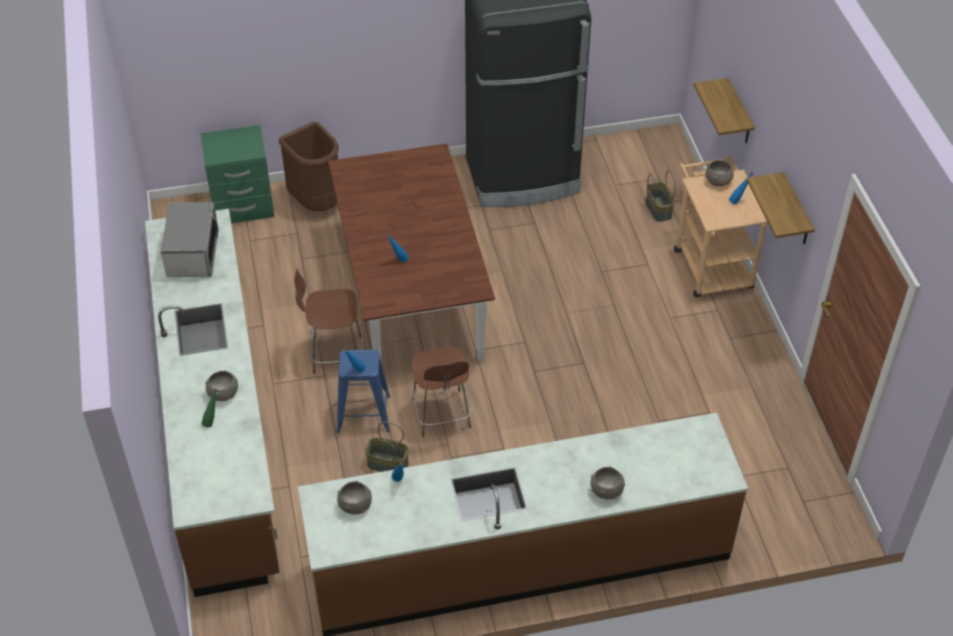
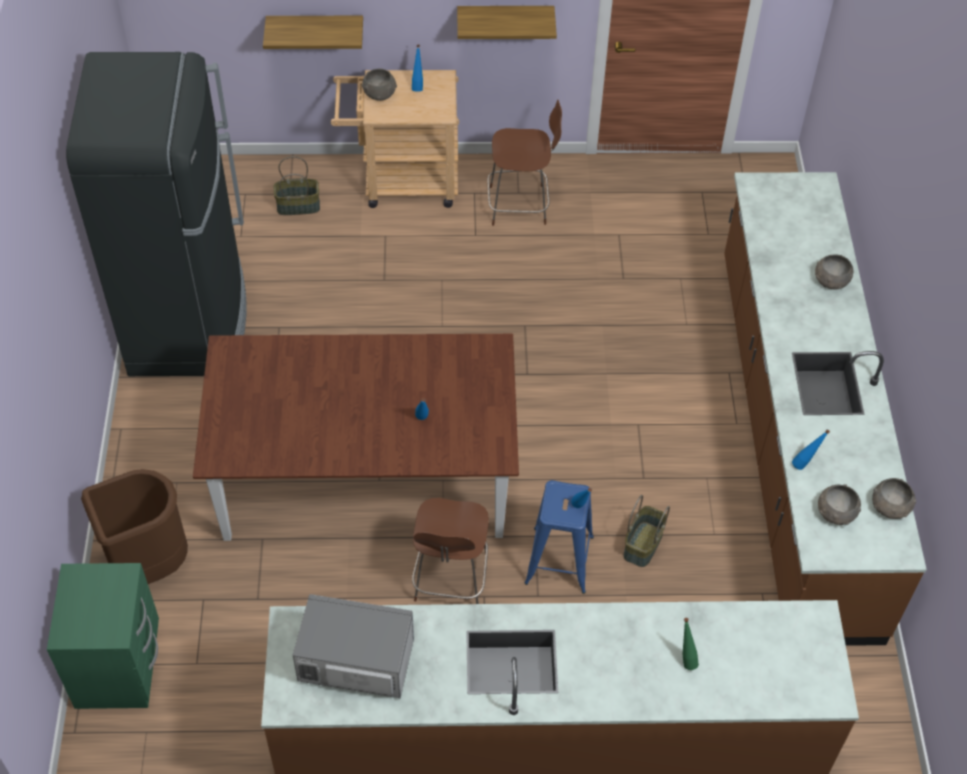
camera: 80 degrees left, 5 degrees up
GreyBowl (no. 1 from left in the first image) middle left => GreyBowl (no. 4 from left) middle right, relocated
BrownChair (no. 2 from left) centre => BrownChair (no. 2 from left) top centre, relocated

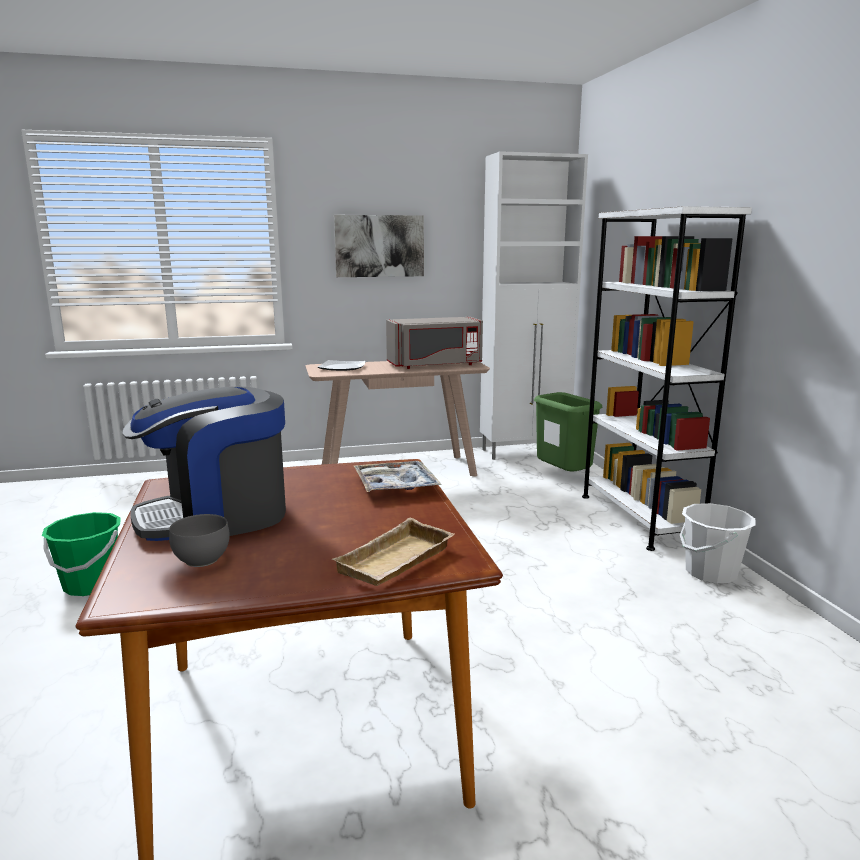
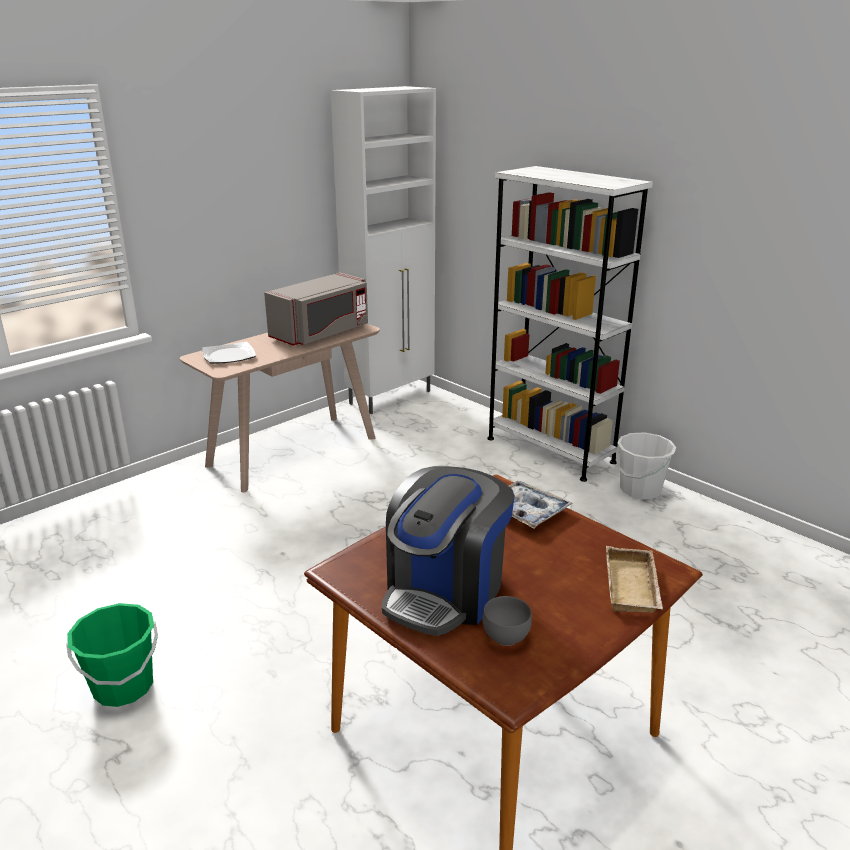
camera: 30 degrees left, 10 degrees up
Picture top centre => nothing
GreenTrashCan centre => nothing

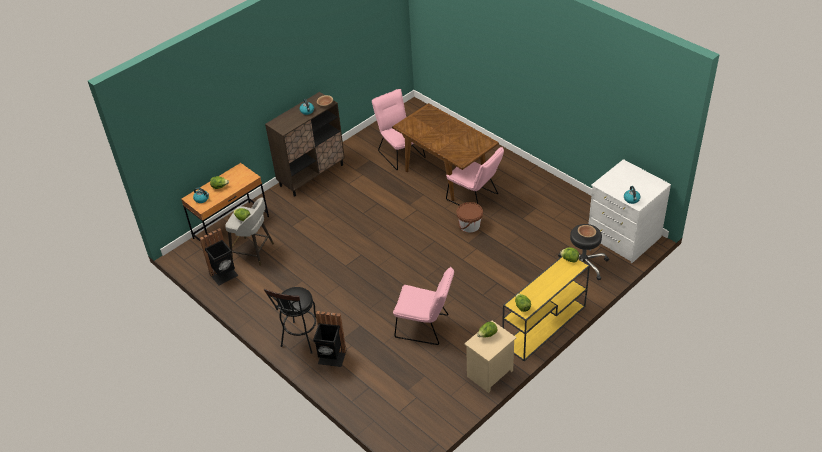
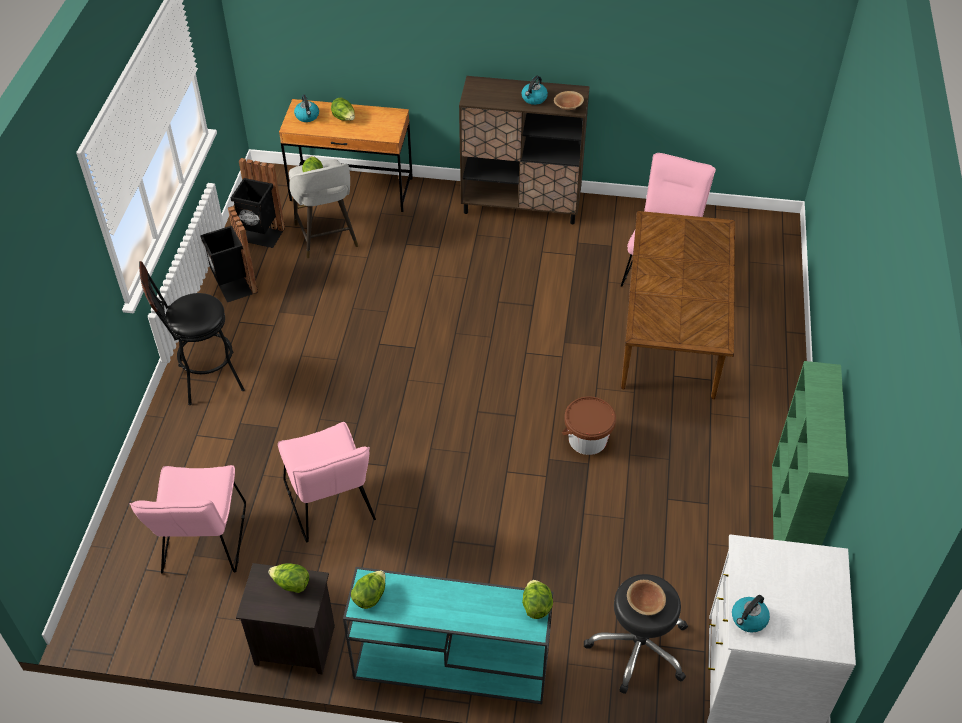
camera: 50 degrees right, 5 degrees up
BlackTrashCan (no. 2 from left in the first image) bottom centre => BlackTrashCan (no. 1 from left) middle left, relocated
PinkChair (no. 3 from left in the first image) centre => PinkChair (no. 1 from left) bottom left, relocated
BeigeNightstand bottom centre => BlackNightstand bottom left
YellowConsoleTable bottom centre => TurquoiseConsoleTable bottom centre
nothing => GreenBookcase middle right

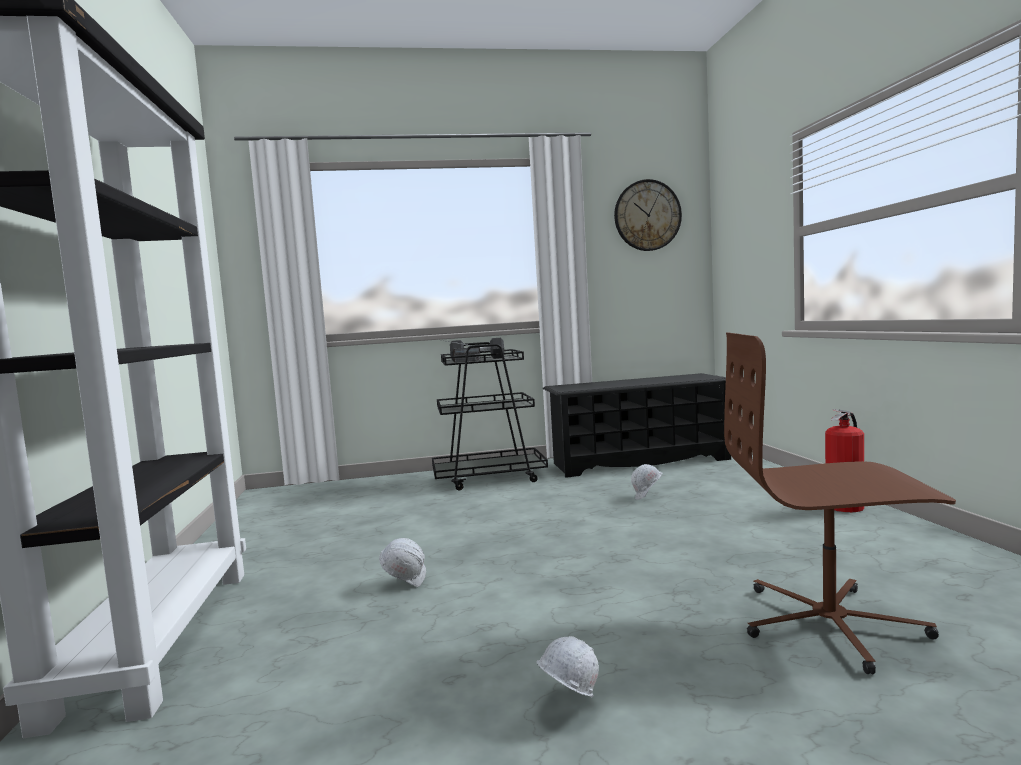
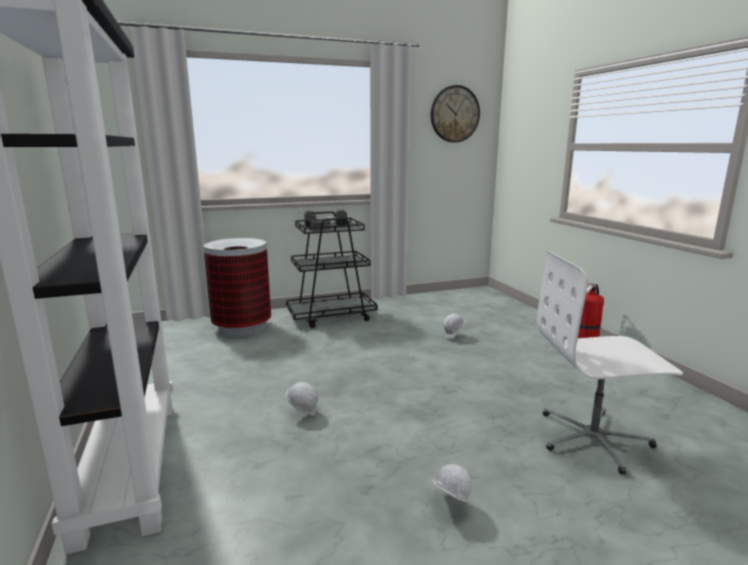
camera: 10 degrees left, 10 degrees up
BlackShoeRack centre => nothing
BrownOfficeChair middle right => WhiteOfficeChair middle right
nothing => TrashCan middle left

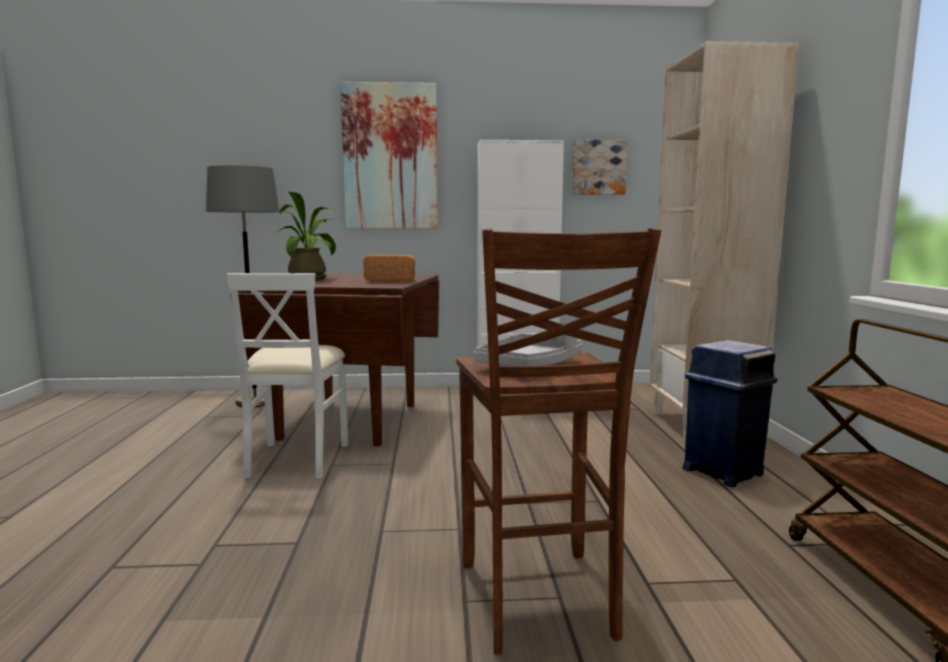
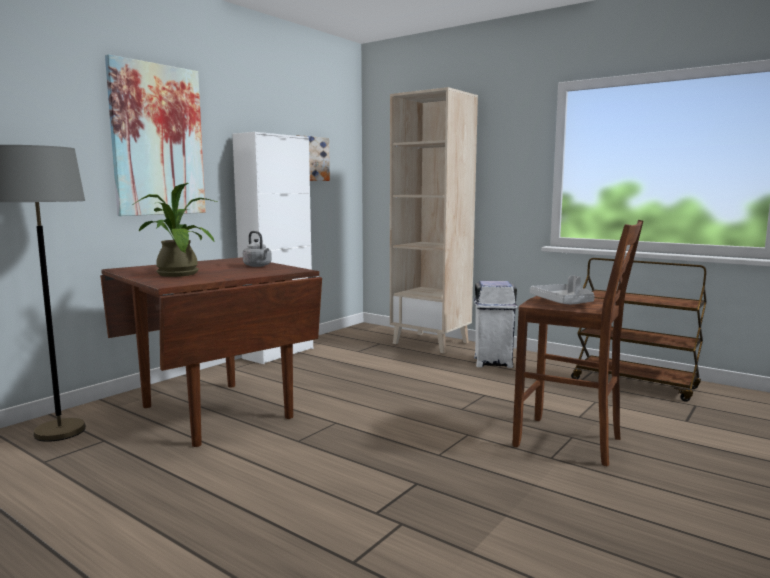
camera: 50 degrees left, 0 degrees up
WhiteChair middle left => nothing
Bread centre => GreyKettle centre
BlueTrashCan middle right => WhiteTrashCan centre

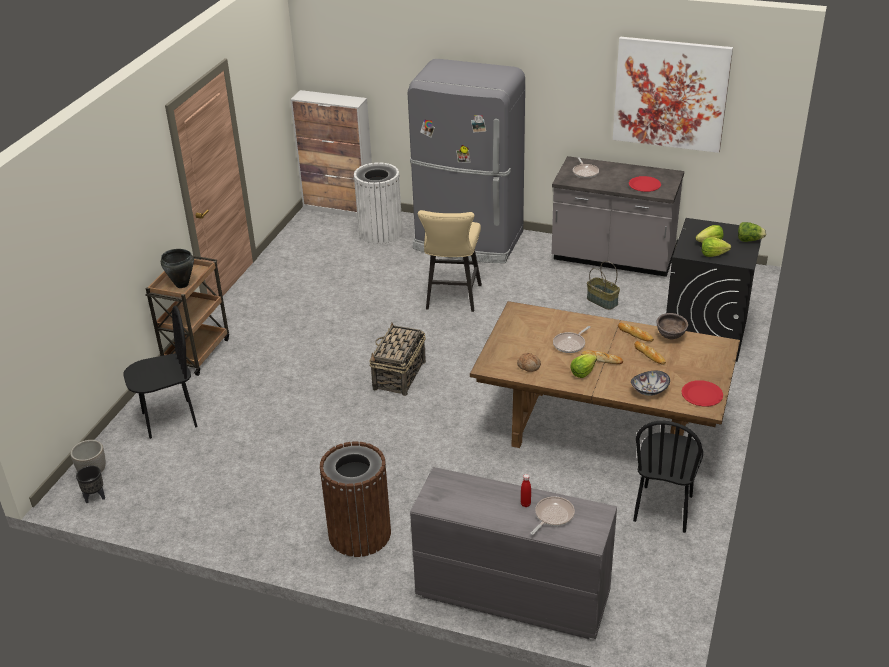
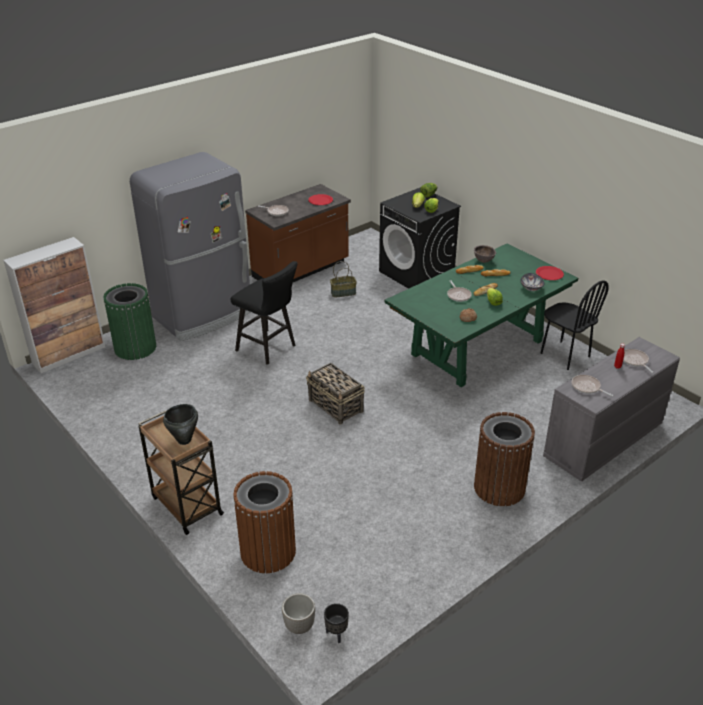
camera: 60 degrees left, 0 degrees up
BlackChair (no. 1 from left) middle left => BrownTrashCan (no. 1 from left) bottom centre
WhiteTrashCan top centre => GreenTrashCan middle left
BeigeStool centre => BlackStool centre
BrownDiningTable middle right => GreenDiningTable middle right
GreyCounter top right => BrownCounter top centre
Picture top right => nothing
nothing => FryingPan (no. 3 from left) middle right

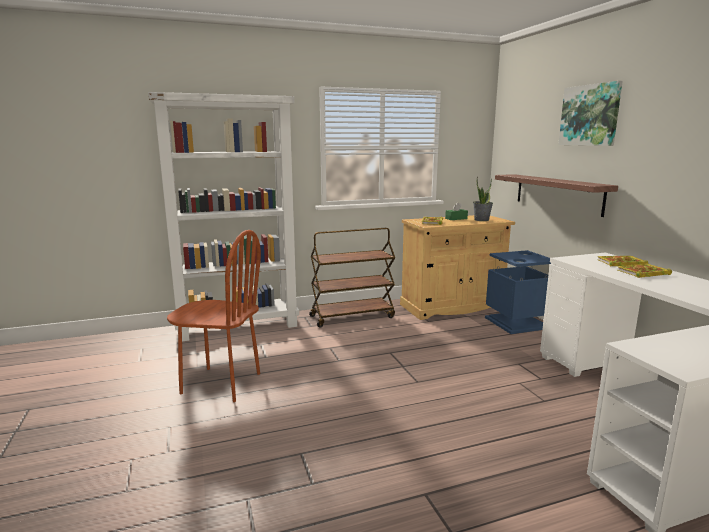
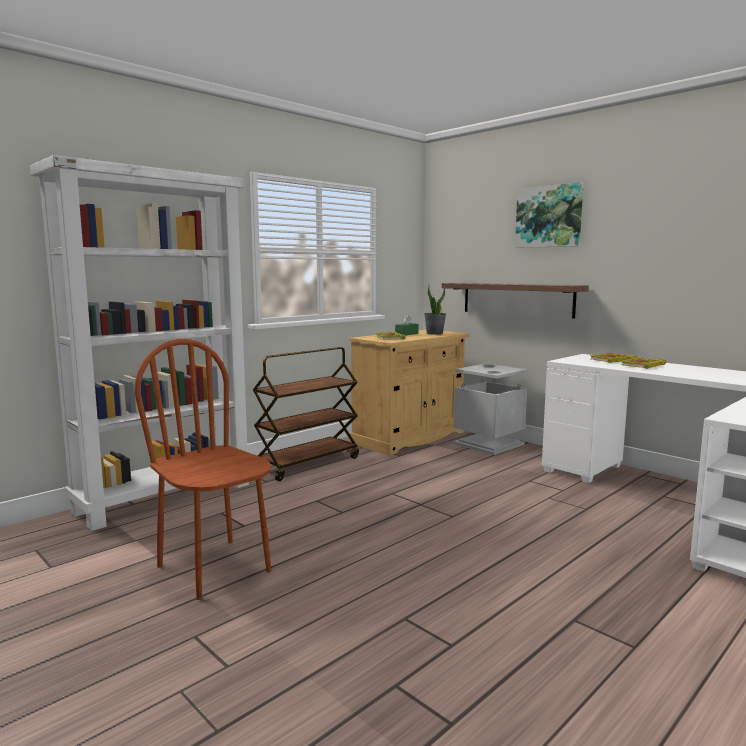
camera: 25 degrees left, 5 degrees down
BrownChair middle left, 120 degrees counterclockwise
BlueTrashCan middle right => GreyTrashCan centre

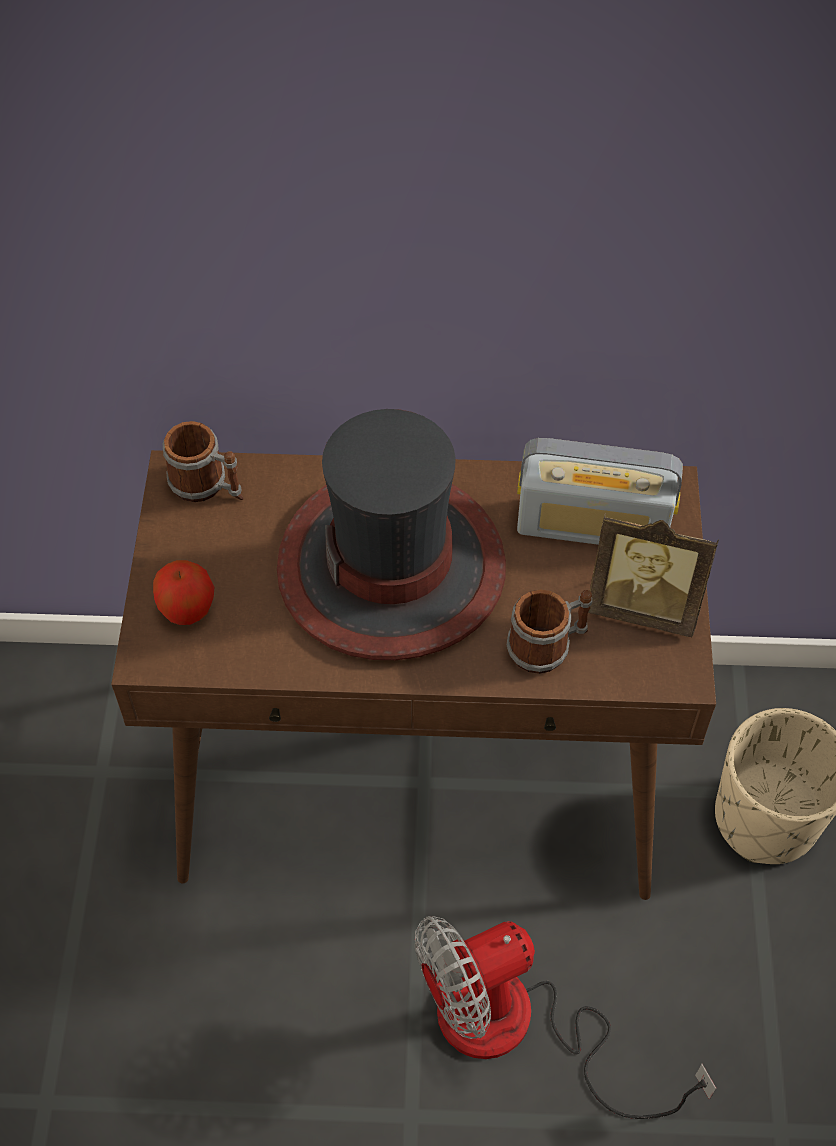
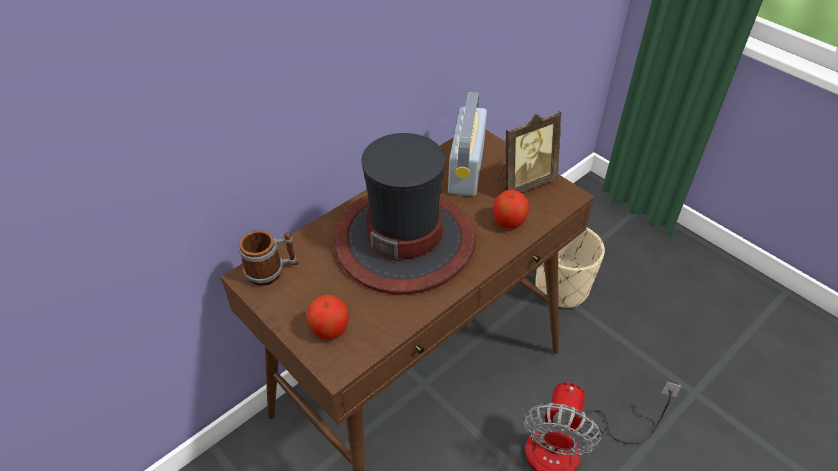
camera: 45 degrees left, 10 degrees down
Mug (no. 2 from left) centre => Apple (no. 2 from left) centre
Radio middle right => Radio top centre, 135 degrees clockwise

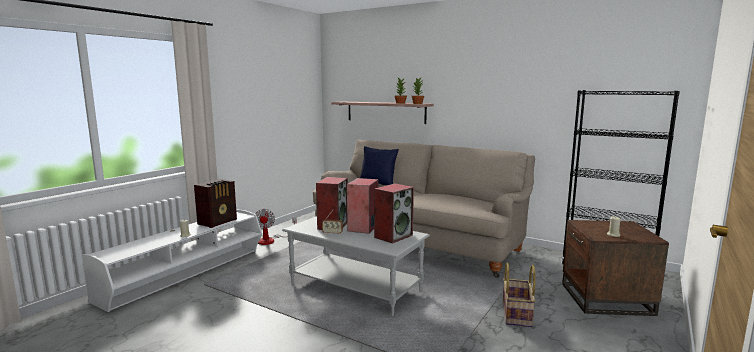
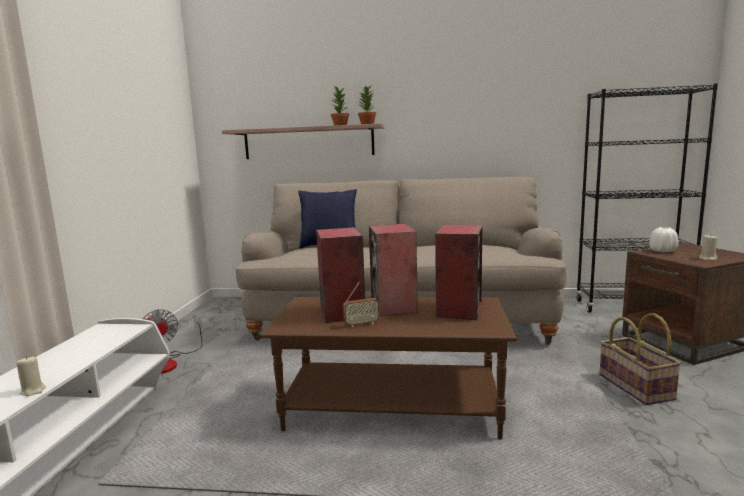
camera: 25 degrees left, 0 degrees up
Radio (no. 1 from left) middle left => nothing
GreyCoffeeTable bottom centre => BrownCoffeeTable bottom centre
nothing => WhiteVase middle right

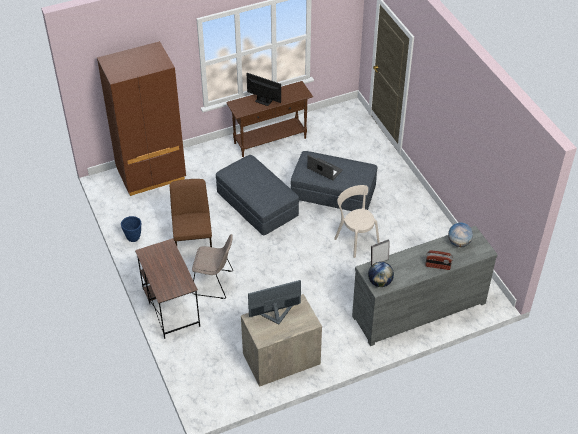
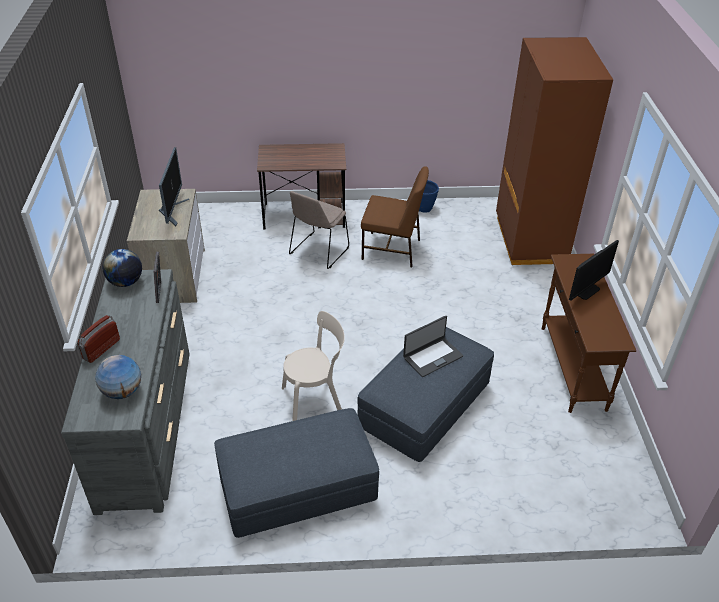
camera: 110 degrees right, 5 degrees down
GreyOttoman (no. 1 from left) centre => GreyOttoman (no. 1 from left) bottom centre, relocated

